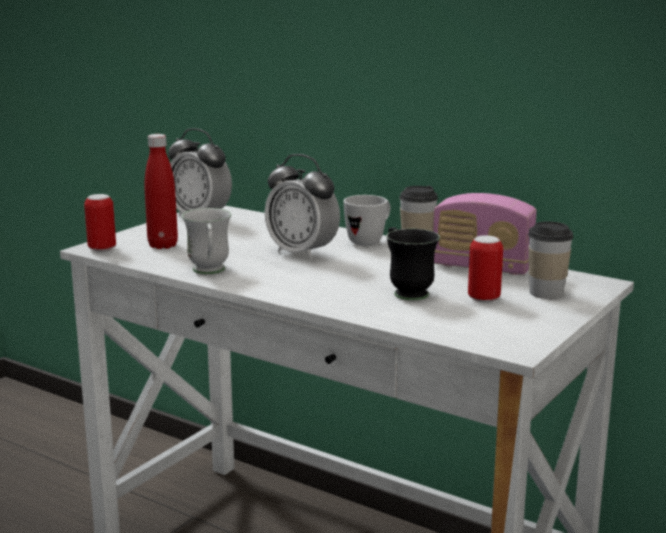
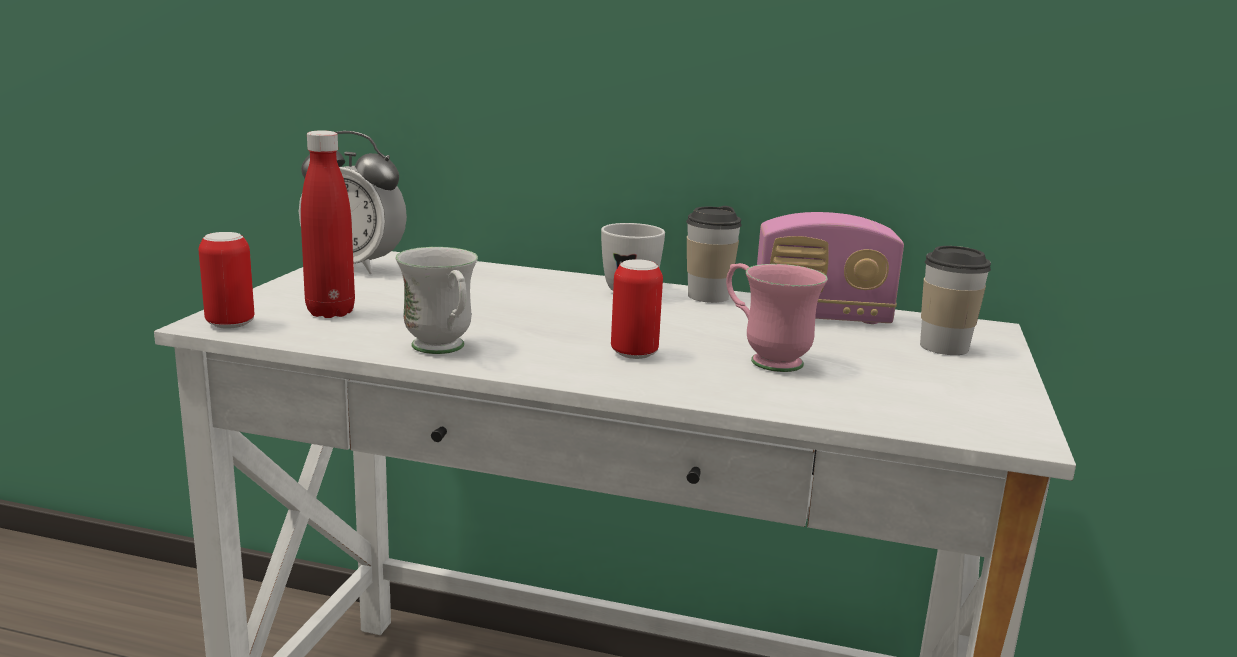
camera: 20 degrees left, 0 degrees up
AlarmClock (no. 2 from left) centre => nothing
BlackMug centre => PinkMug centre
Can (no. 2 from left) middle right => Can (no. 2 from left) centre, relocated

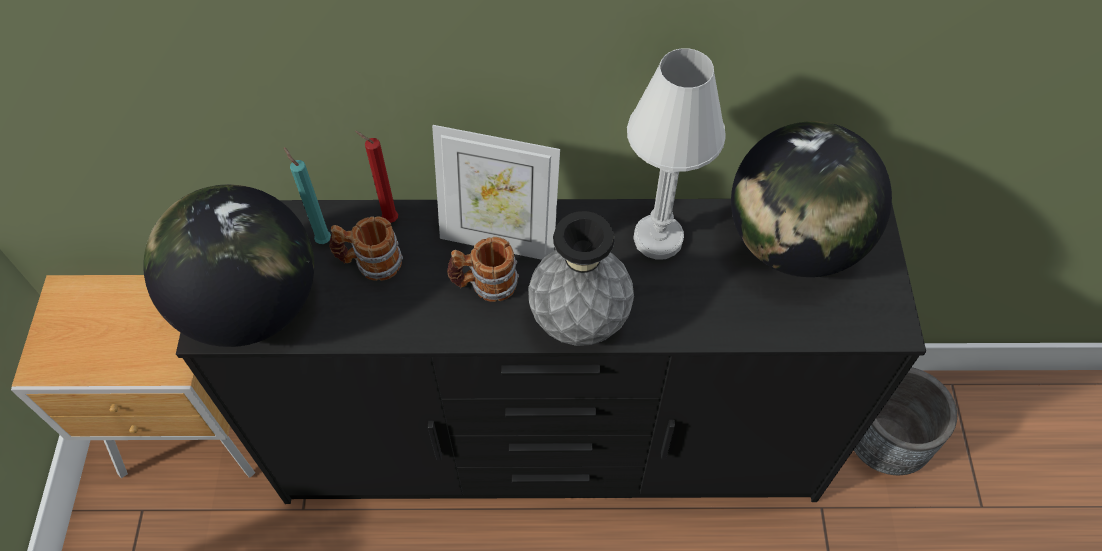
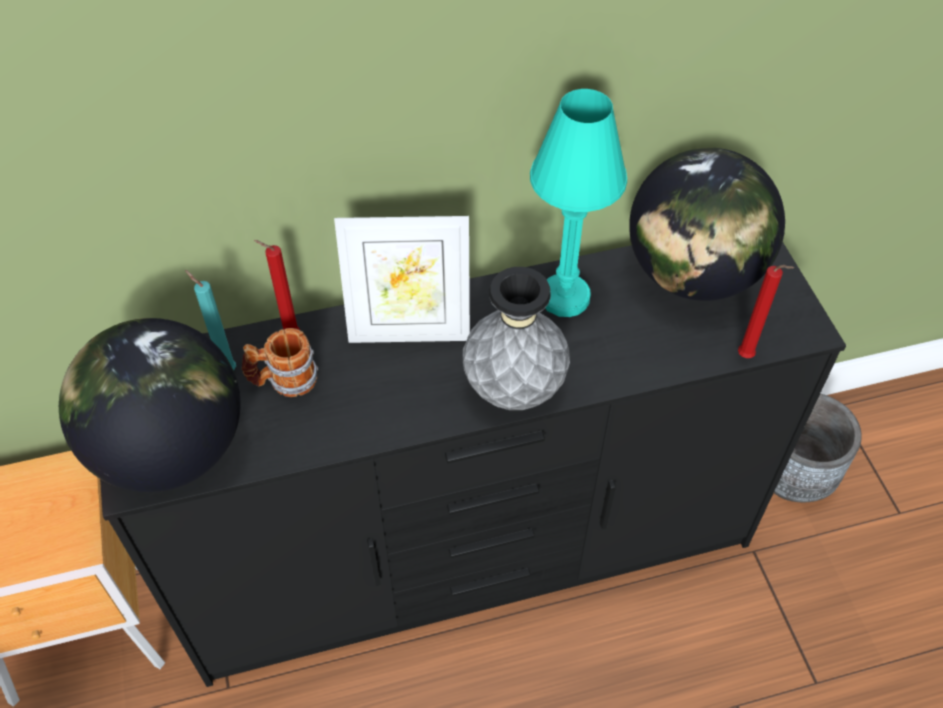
camera: 15 degrees left, 5 degrees down
Mug (no. 2 from left) centre => nothing
WhiteTableLamp top centre => TurquoiseTableLamp top centre
nothing => RedCandle (no. 2 from left) middle right

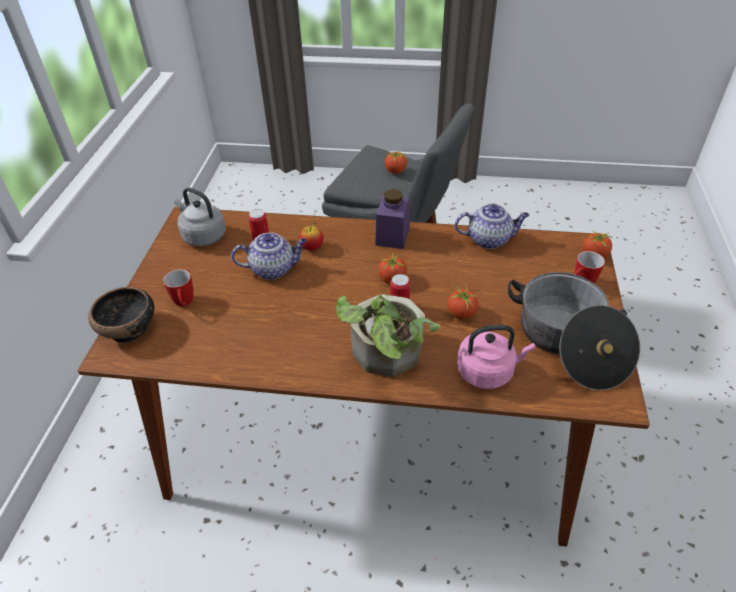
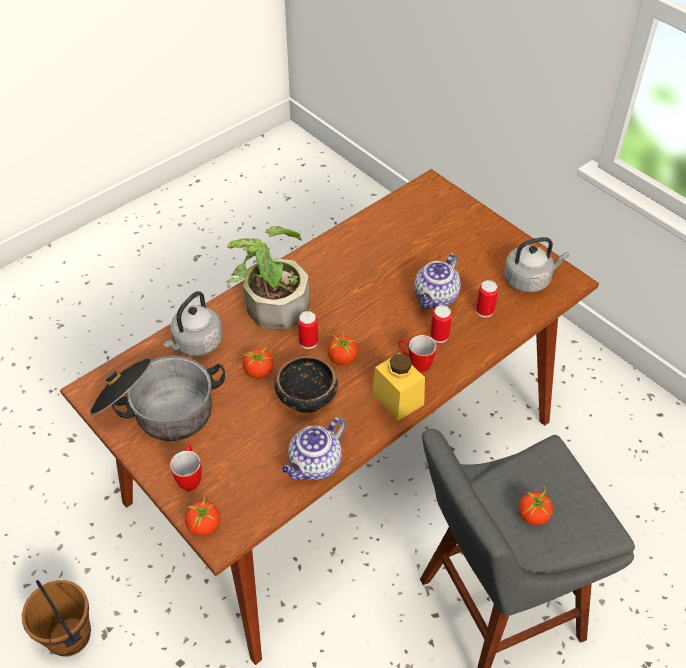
camera: 130 degrees right, 5 degrees up
Bowl middle left => Bowl centre, relocated
Mug (no. 1 from left in the first image) middle left => Mug (no. 2 from left) centre, relocated
Apple centre => Can (no. 2 from left) centre
PurpleJar centre => YellowJar centre
PinkKettle middle right => GreyKettle (no. 1 from left) middle left
nothing => BrownBucket bottom left

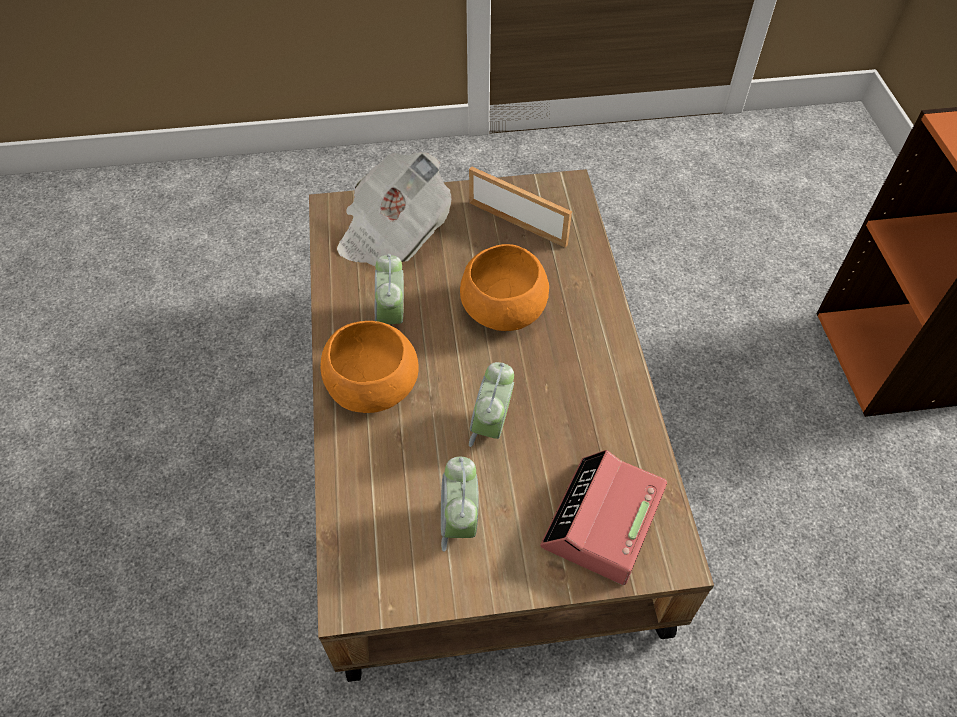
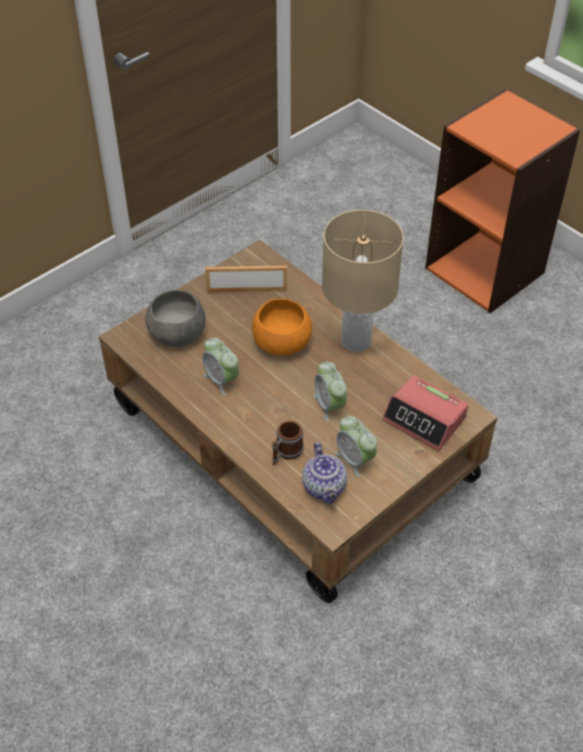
camera: 35 degrees left, 5 degrees down
OrangeBowl (no. 1 from left) centre => nothing
Newspaper top centre => GreyBowl middle left
AlarmClock (no. 4 from left) bottom centre => AlarmClock (no. 4 from left) middle right, 45 degrees counterclockwise
nothing => Mug centre
nothing => Teapot centre
nothing => BeigeTableLamp centre

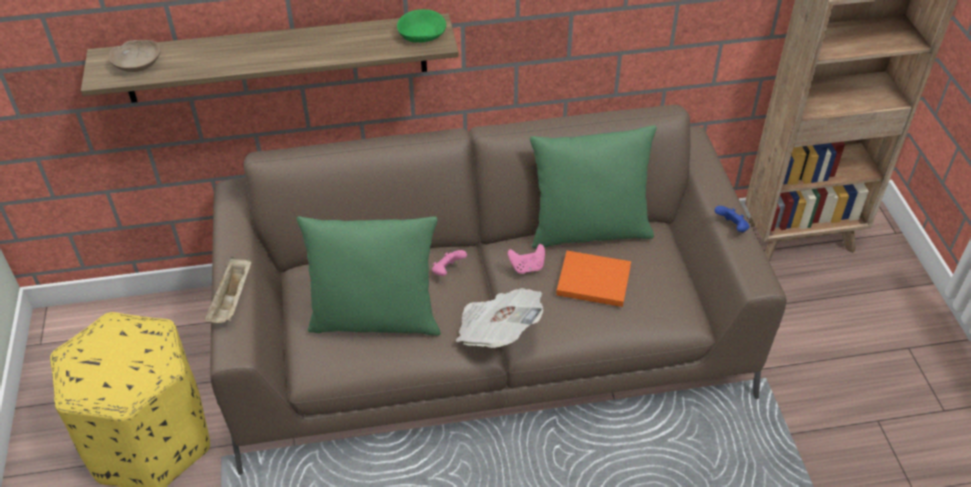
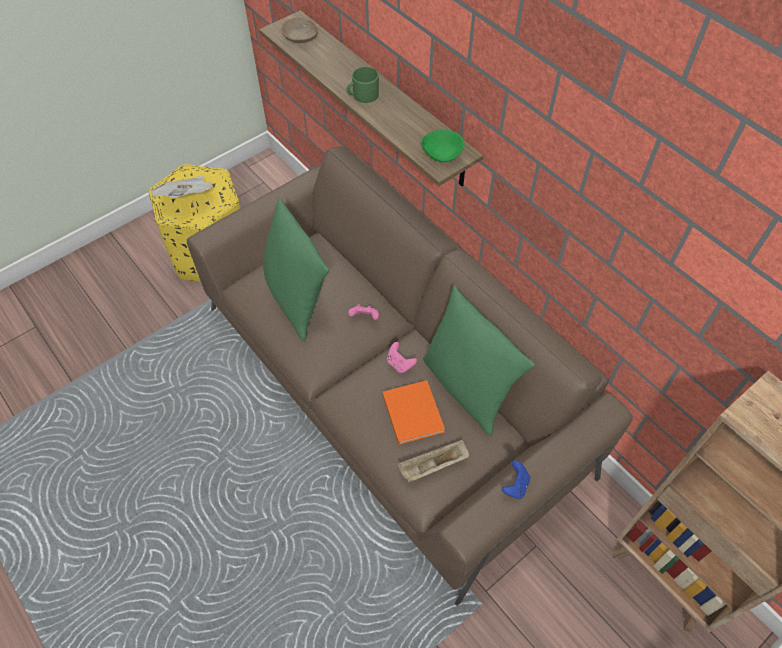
camera: 60 degrees right, 10 degrees up
BeigeTray middle left => BeigeTray bottom centre, relocated
Newspaper centre => Newspaper top left, relocated
nothing => GreenMug top centre

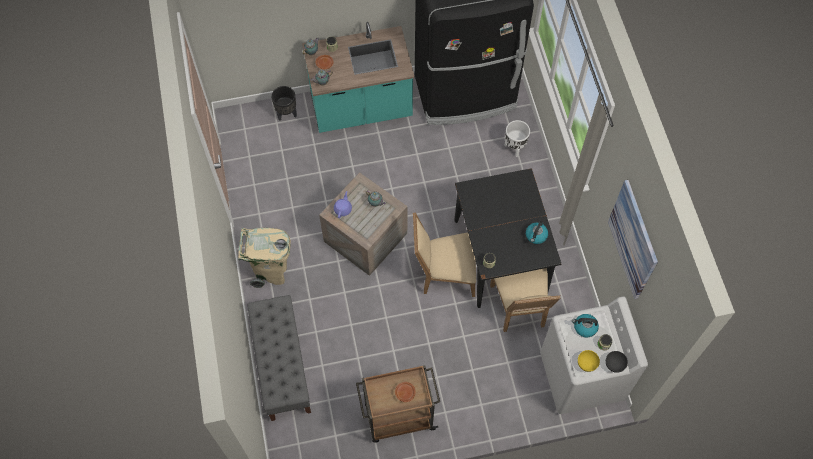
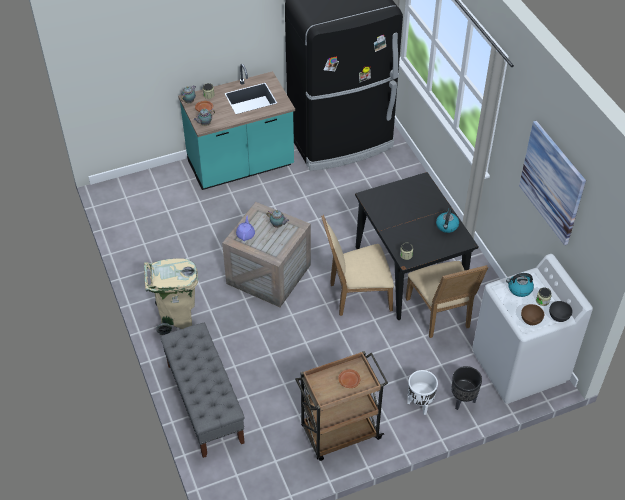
camera: 10 degrees left, 15 degrees down
BlackPlanter top centre => BlackPlanter bottom right, relocated
WhitePlanter top centre => WhitePlanter bottom right, relocated
YellowBowl bottom right => BrownBowl middle right

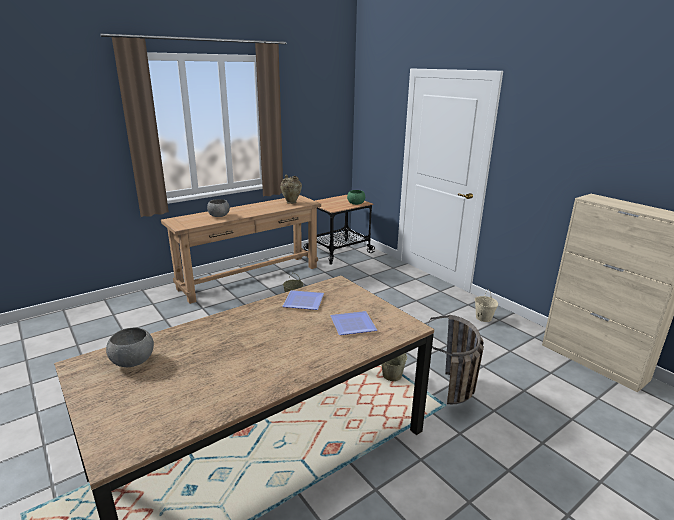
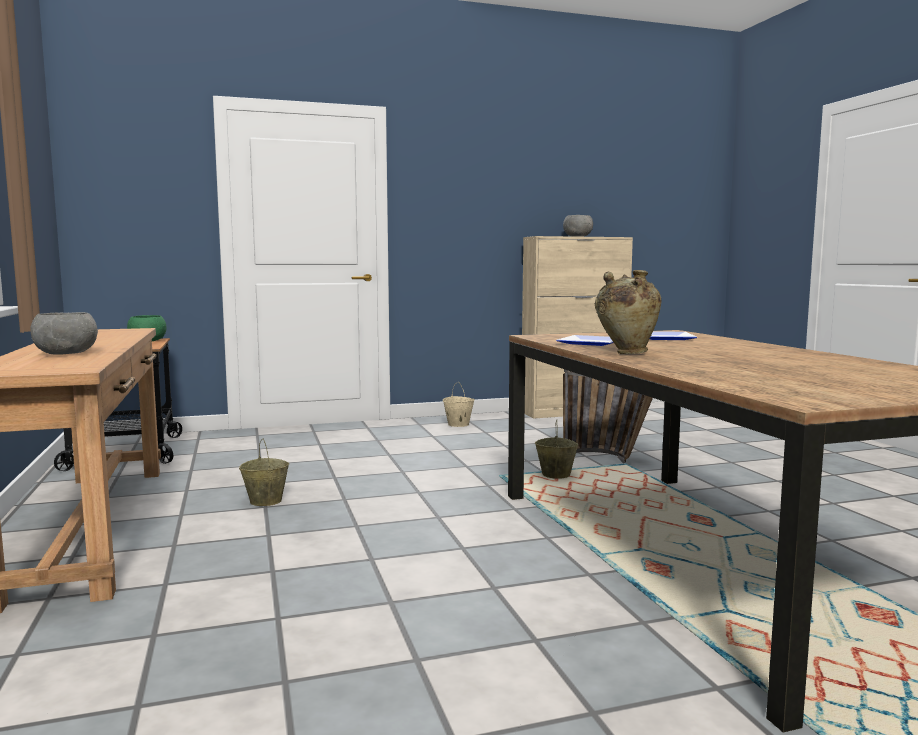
camera: 70 degrees left, 15 degrees down
GreyBowl (no. 1 from left in the first image) bottom left => GreyBowl (no. 2 from left) top centre, relocated
BeigeVase centre => BeigeVase middle right, relocated

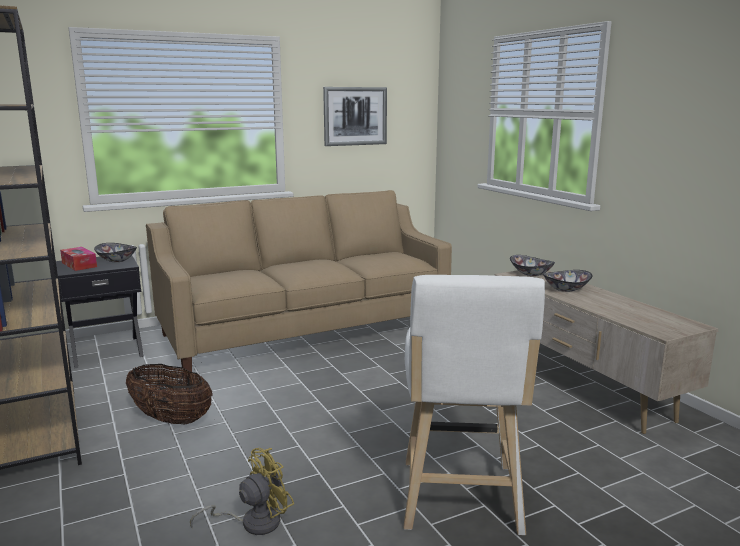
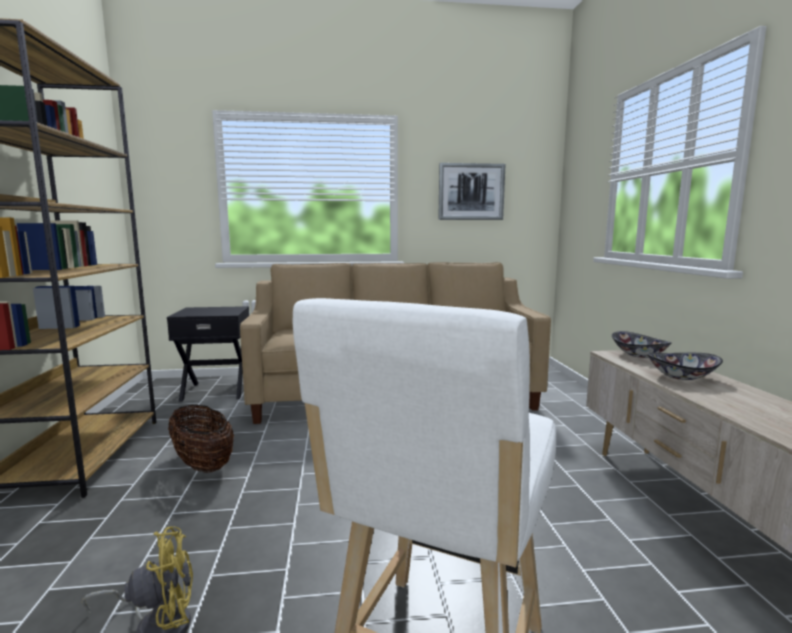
camera: 20 degrees right, 5 degrees down
TissueBox middle left => nothing
Bowl (no. 1 from left) middle left => nothing

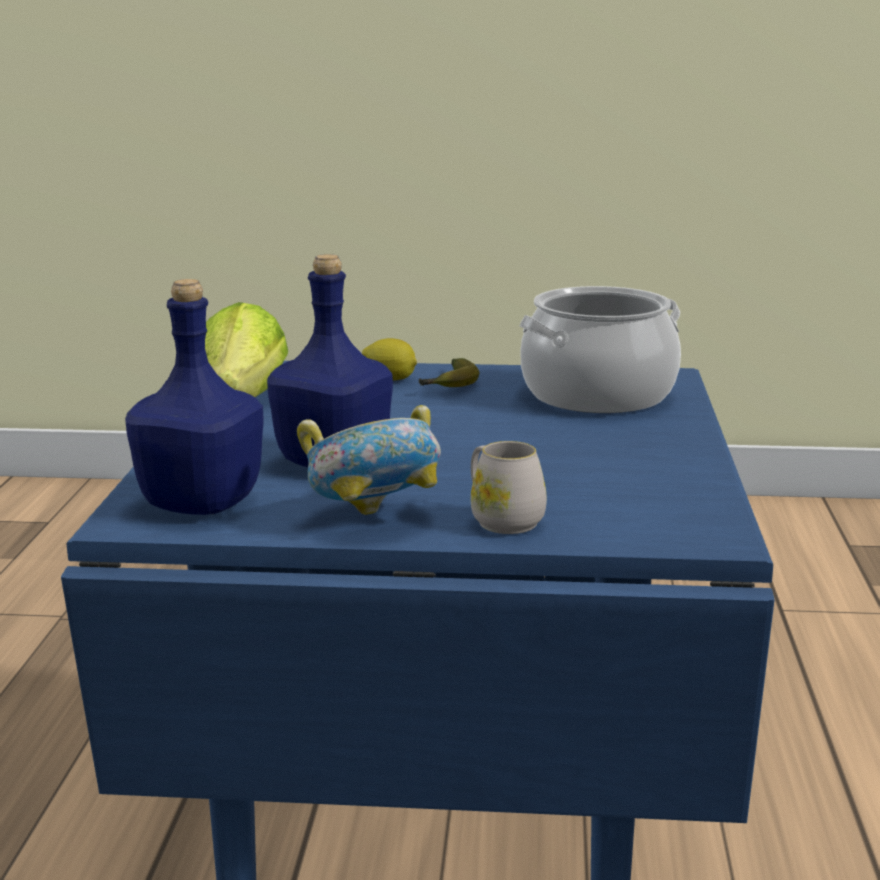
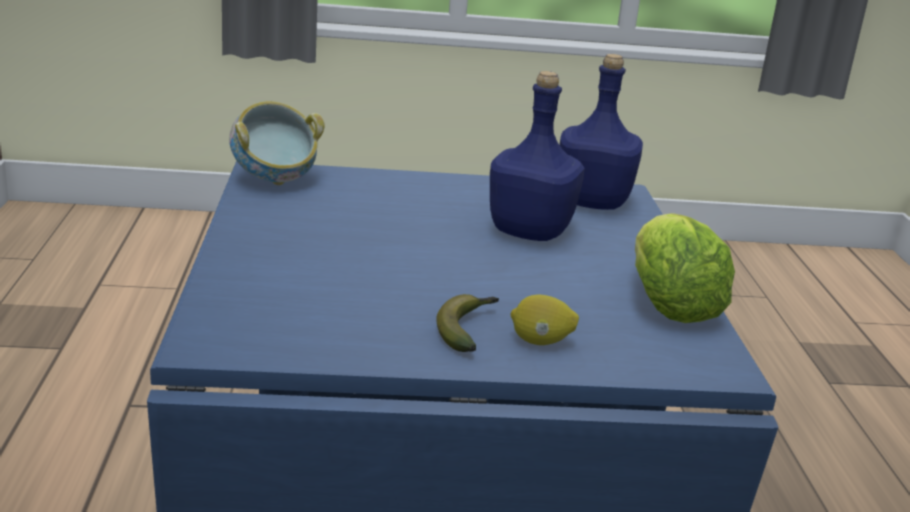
camera: 170 degrees right, 5 degrees up
Bowl centre => Bowl top left, relocated
WhiteMug centre => nothing
CookingPot middle right => nothing

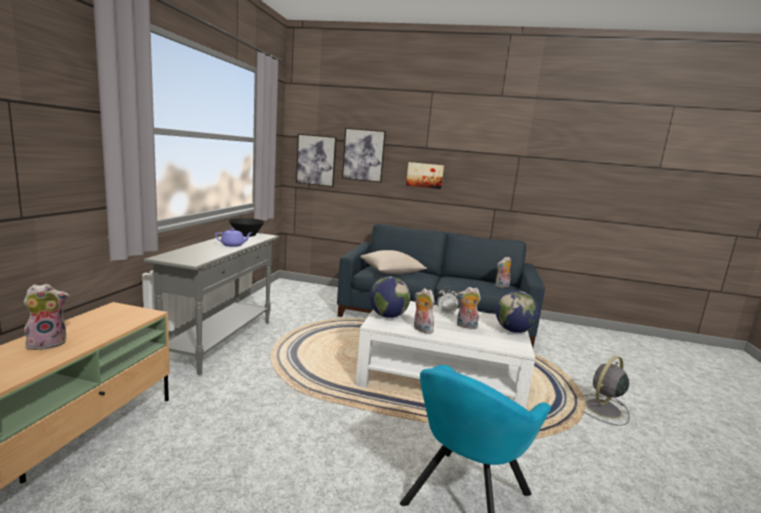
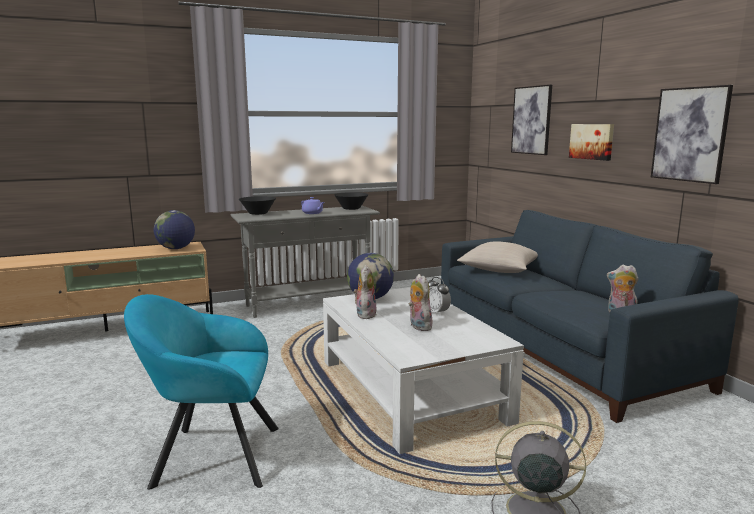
camera: 55 degrees right, 0 degrees up
PlushToy (no. 1 from left) middle left => nothing
Picture (no. 1 from left in the first image) top centre => Picture (no. 3 from left) top right, relocated
Globe (no. 2 from left in the first image) middle right => Globe (no. 1 from left) middle left, relocated
nothing => BlackBowl (no. 1 from left) centre

